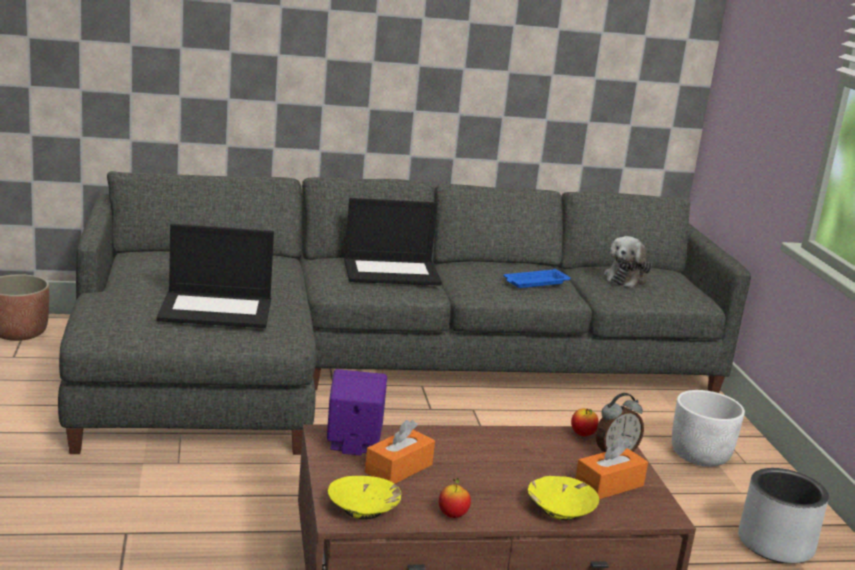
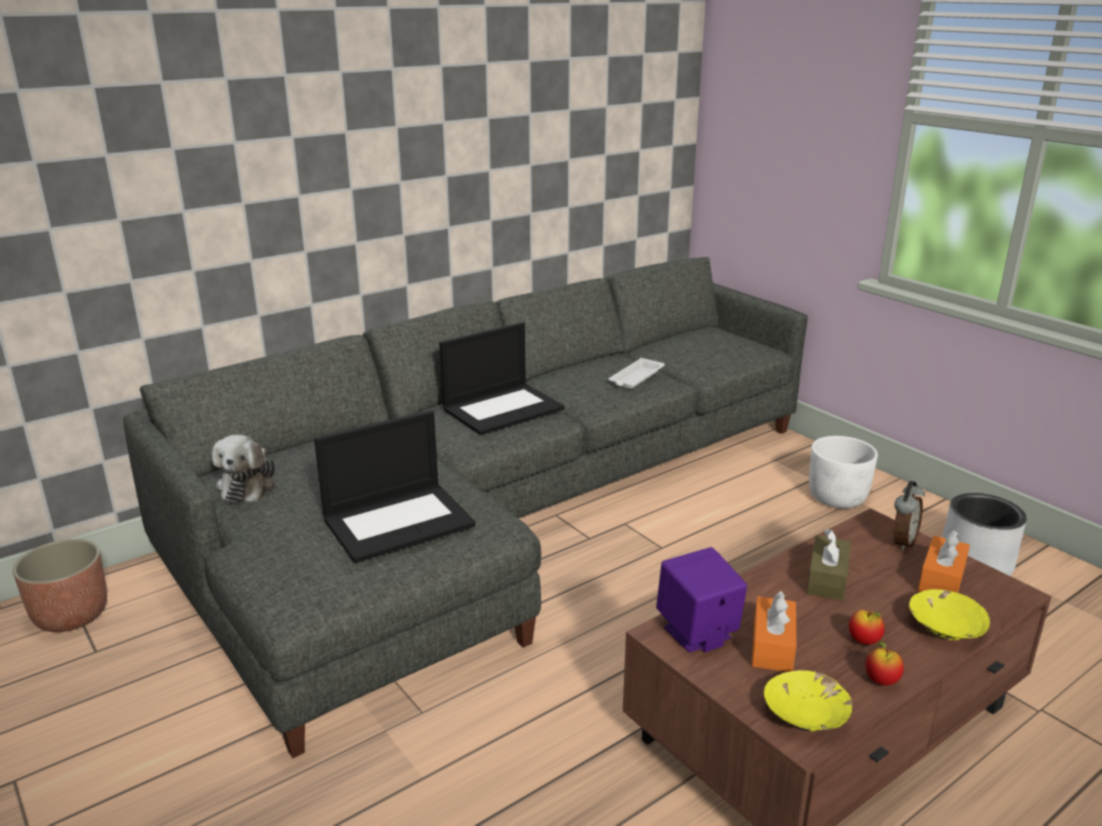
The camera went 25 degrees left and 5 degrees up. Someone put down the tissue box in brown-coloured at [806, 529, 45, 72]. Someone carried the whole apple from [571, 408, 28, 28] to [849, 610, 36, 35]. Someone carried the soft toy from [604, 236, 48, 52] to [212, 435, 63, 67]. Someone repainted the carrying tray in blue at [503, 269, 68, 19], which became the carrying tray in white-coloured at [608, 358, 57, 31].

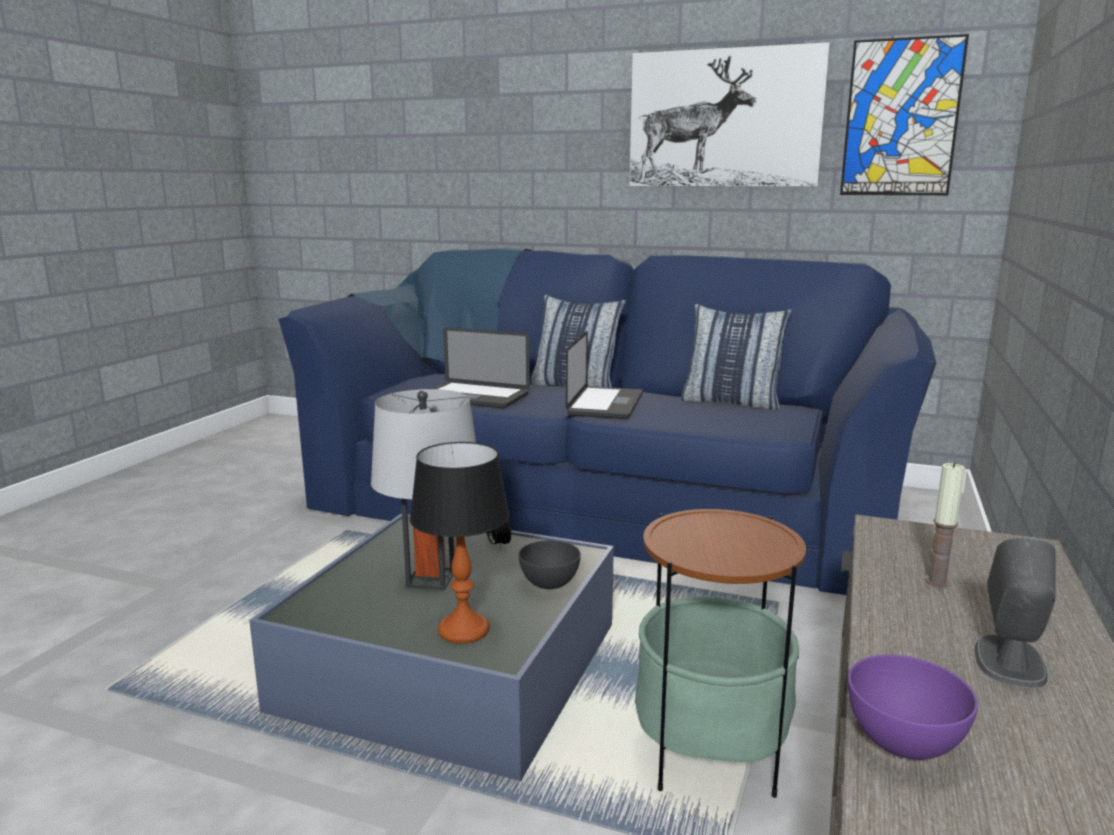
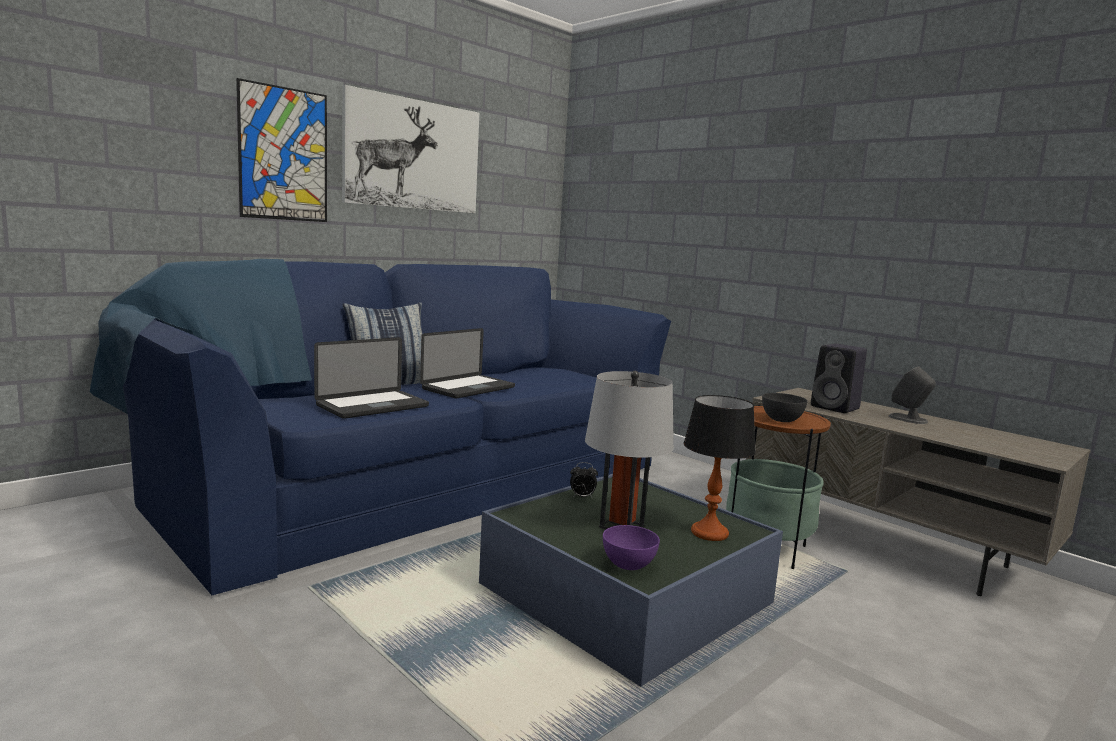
The camera went 65 degrees left and 5 degrees down. Someone took away the cushion at [681, 304, 111, 106]. Someone carried the bowl in gray from [519, 540, 62, 49] to [762, 393, 46, 29]. Someone carried the wall picture from [840, 34, 129, 161] to [236, 78, 91, 144]. Someone carried the bowl in purple from [848, 655, 130, 105] to [603, 525, 57, 45]. Someone swapped the wax light at [926, 462, 39, 126] for the speaker in black-coloured at [811, 344, 56, 69]. Someone rotated the portable computer at [566, 331, 77, 88] by 90 degrees clockwise.

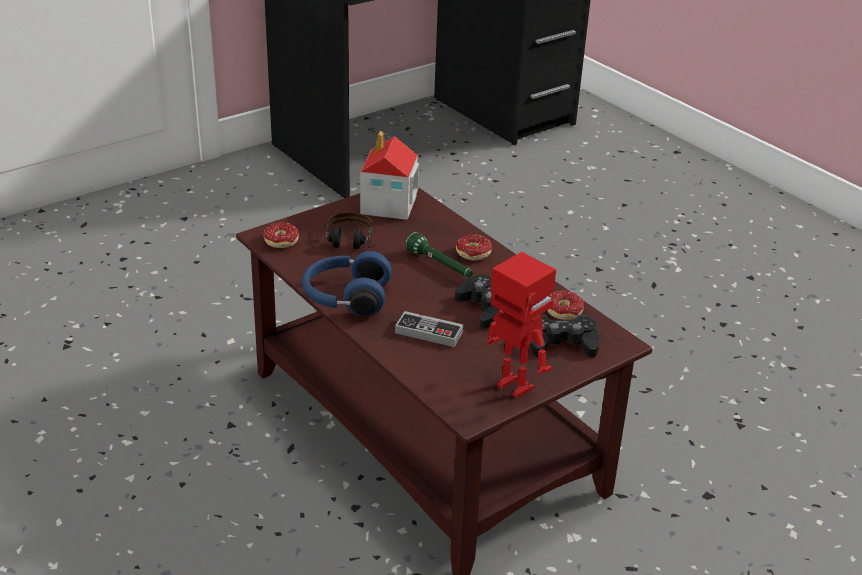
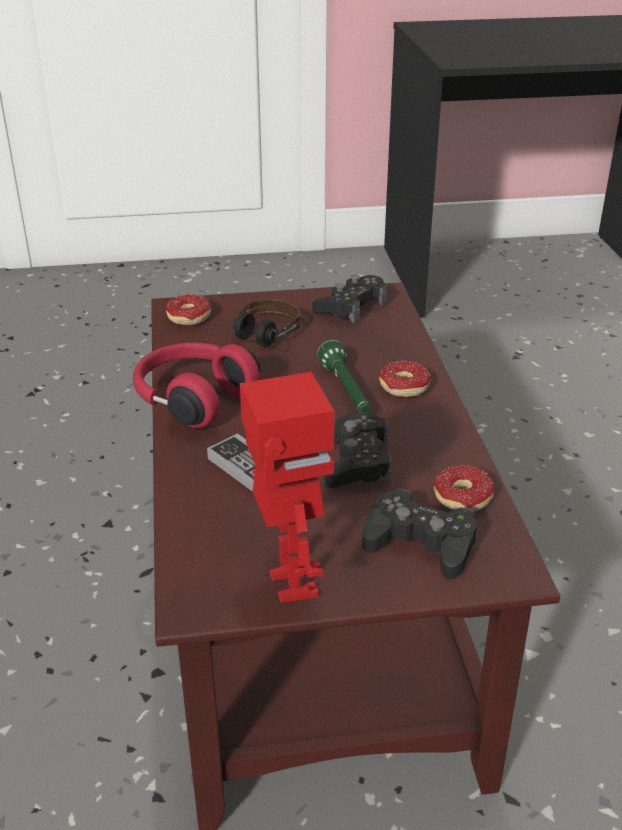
The camera went 30 degrees right and 0 degrees up. Someone swapped the model house at [360, 131, 59, 89] for the joypad in black-coloured at [312, 275, 75, 49]. Someone repainted the pair of headphones in blue at [302, 251, 90, 65], which became the pair of headphones in red-coloured at [133, 343, 127, 85].

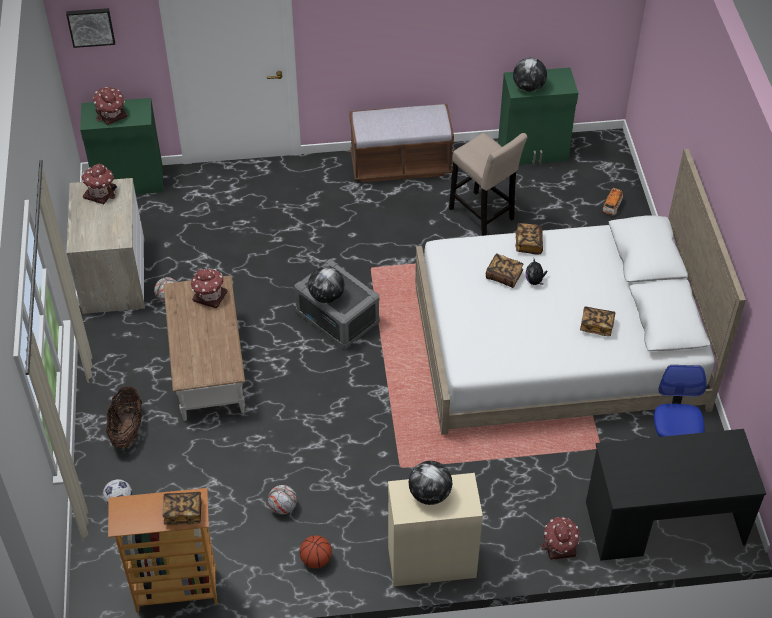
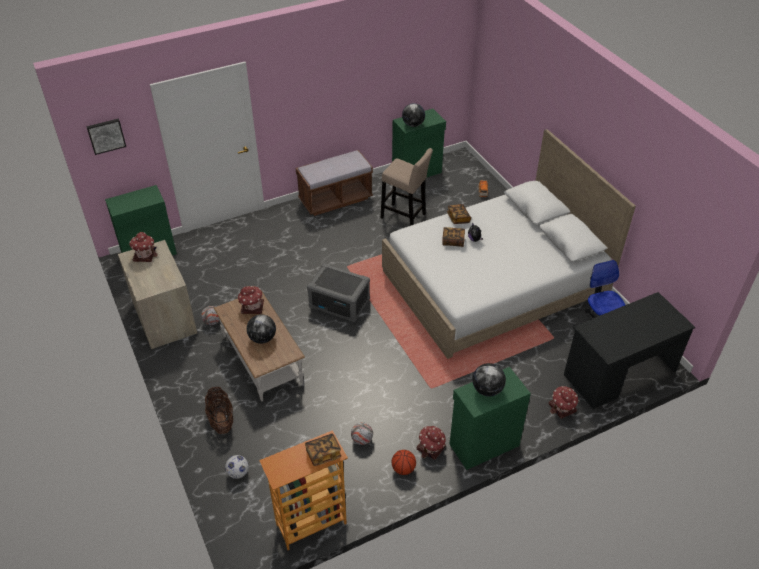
The camera went 20 degrees left and 5 degrees down. Someone took away the book at [580, 306, 35, 30]. Someone carried the model house from [93, 87, 34, 38] to [416, 426, 30, 34]. Someone carried the globe from [308, 266, 37, 37] to [247, 314, 29, 30]. Someone repainted the cupboard in beige at [388, 473, 95, 113], which became the cupboard in green-coloured at [449, 367, 82, 103].

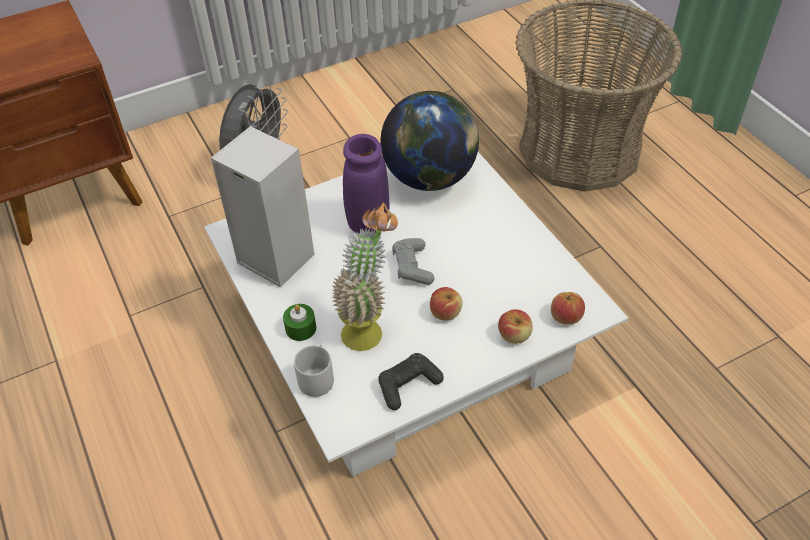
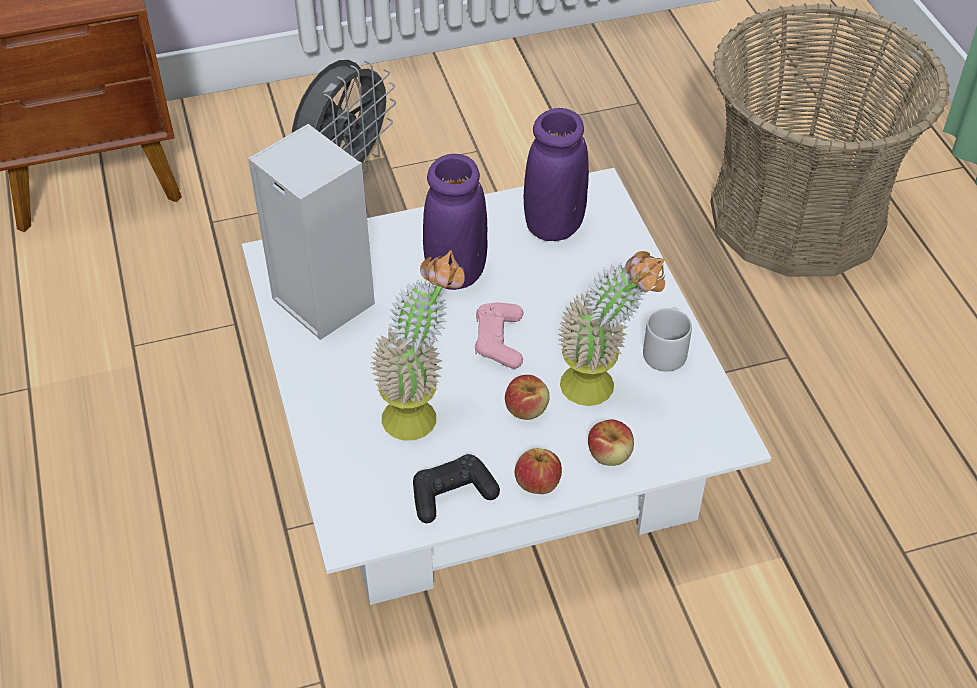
The camera went 10 degrees right and 0 degrees up. Someone took away the wax light in green-coloured at [283, 304, 33, 37]. Someone put down the potted plant at [558, 251, 107, 155]. Someone carried the mug in gray from [294, 343, 40, 54] to [643, 307, 49, 65]. Someone carried the whole apple from [551, 292, 34, 32] to [515, 448, 47, 46]. Someone swapped the globe at [380, 91, 99, 100] for the flower vase in purple at [524, 108, 65, 133]. Someone repainted the joypad in gray at [392, 238, 43, 47], which became the joypad in pink at [475, 302, 48, 67].

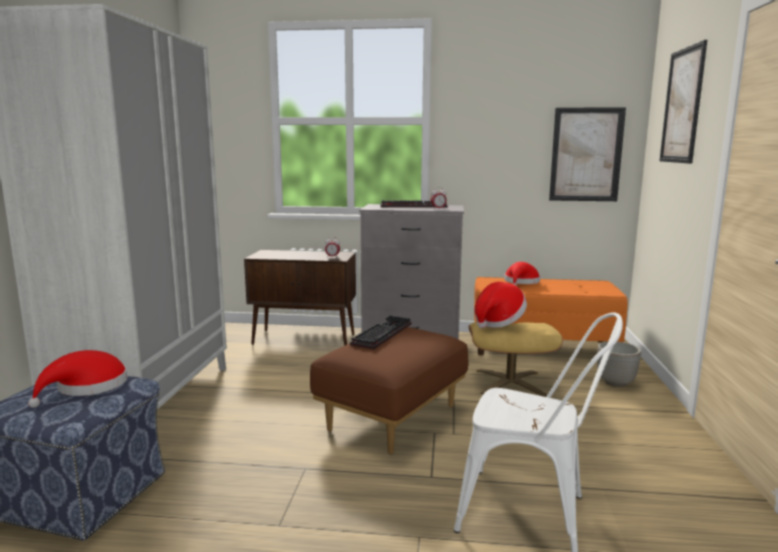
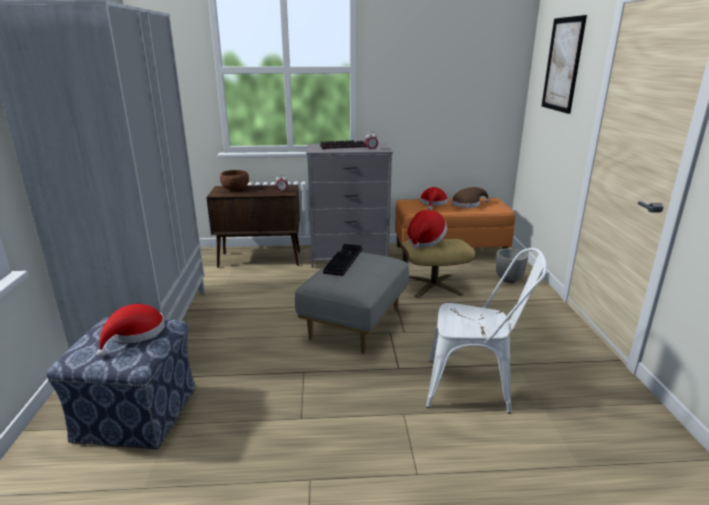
The camera went 10 degrees left and 10 degrees up. Someone took away the wall picture at [549, 107, 77, 94]. Someone put down the bowl in brown-coloured at [220, 170, 29, 20]. Someone put down the clothing hat in brown-coloured at [452, 187, 38, 21]. Someone repainted the footrest in brown-coloured at [310, 327, 158, 127], which became the footrest in gray at [295, 252, 114, 102].

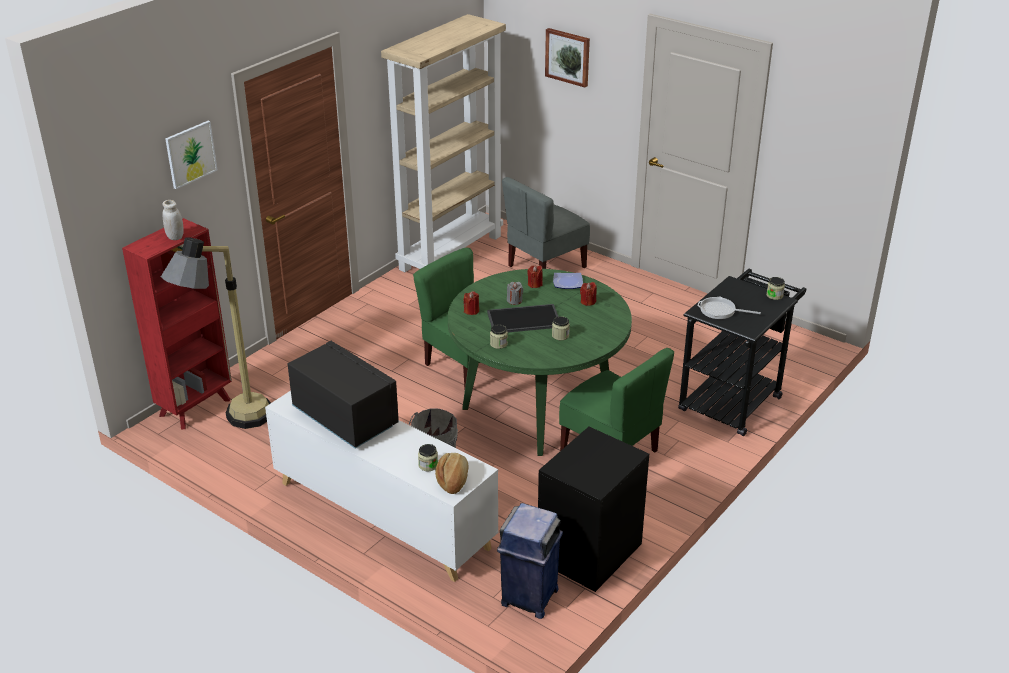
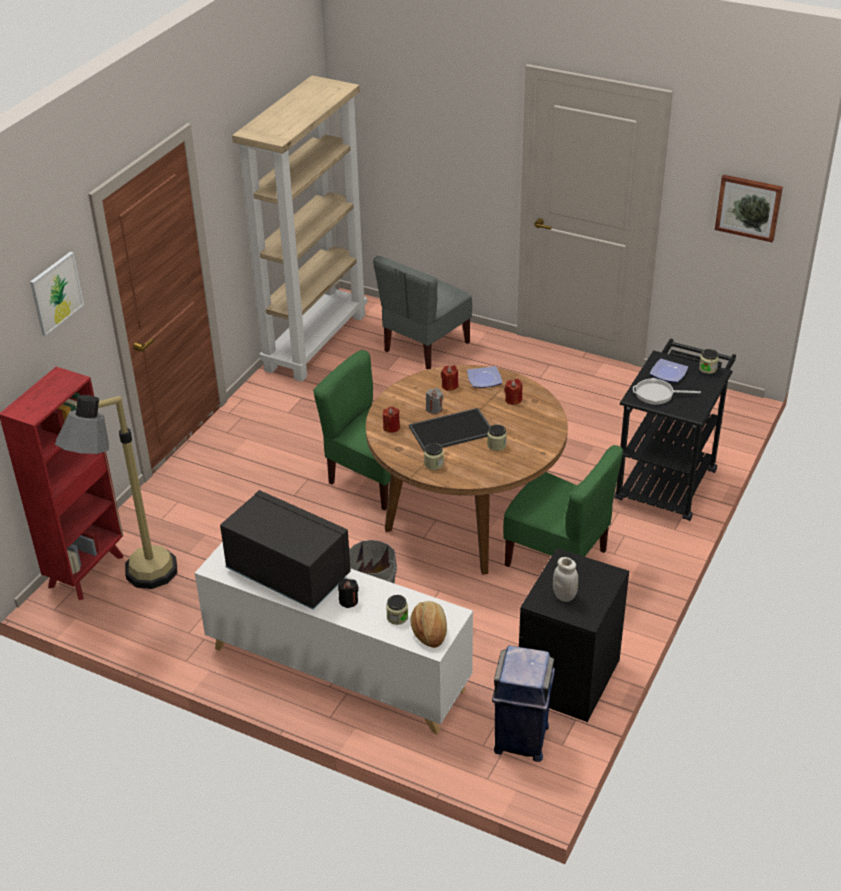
The camera went 10 degrees left and 5 degrees up. Someone put down the wax light in black-coloured at [338, 578, 21, 30]. Someone put down the plate at [649, 359, 39, 24]. Someone carried the preserve jar in white-coloured from [162, 200, 22, 40] to [553, 557, 25, 45]. Someone carried the wall picture from [545, 28, 45, 59] to [715, 175, 68, 68]. Someone repainted the kitchen table in green-coloured at [448, 269, 184, 187], which became the kitchen table in brown-coloured at [366, 365, 202, 210].

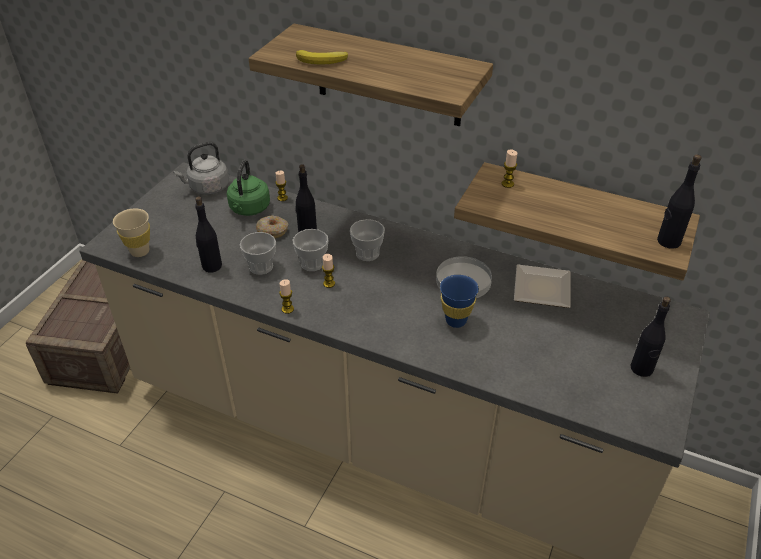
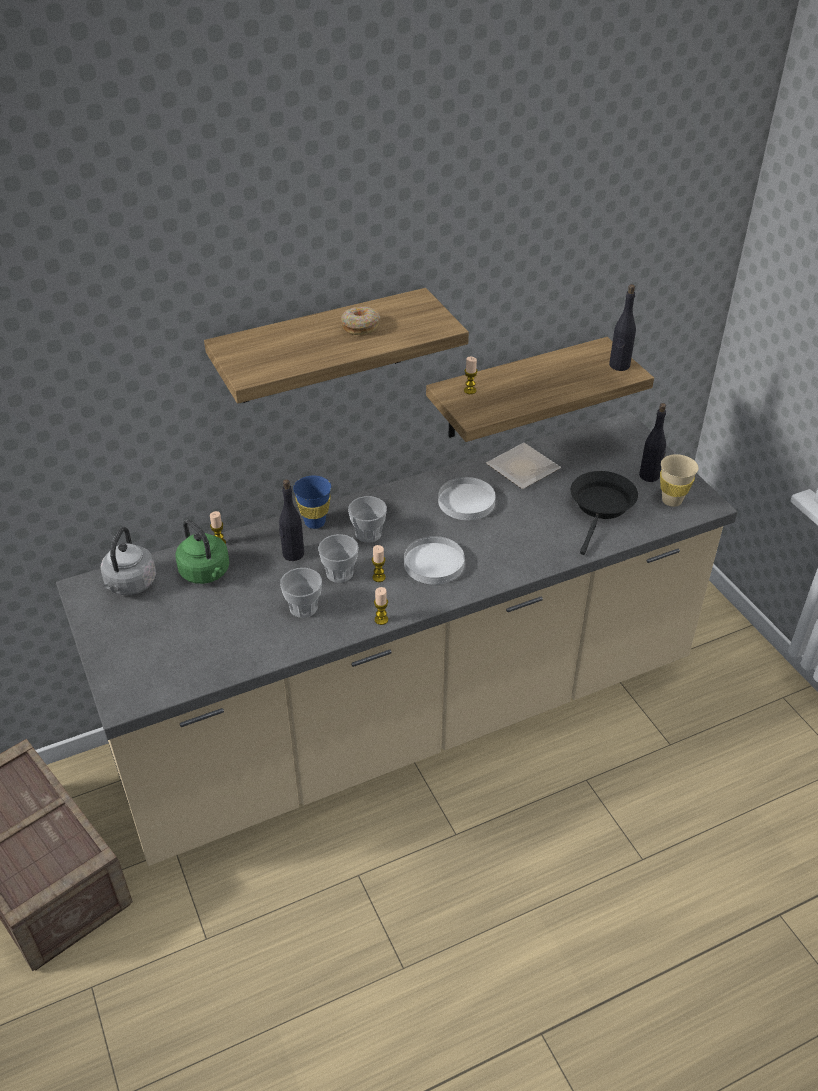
The camera went 50 degrees left and 0 degrees up. Someone took away the beverage bottle in black-coloured at [195, 197, 27, 76]. Someone took away the whole banana at [296, 50, 52, 15]. Someone put down the plate in white-coloured at [404, 536, 61, 49]. Someone put down the pan in black-coloured at [571, 471, 67, 84]. Someone carried the small cup in beige from [113, 208, 37, 49] to [660, 454, 38, 53]. Someone carried the ring doughnut from [256, 215, 32, 24] to [341, 307, 39, 28]. Someone carried the small cup in blue from [440, 275, 39, 53] to [293, 476, 38, 53].

